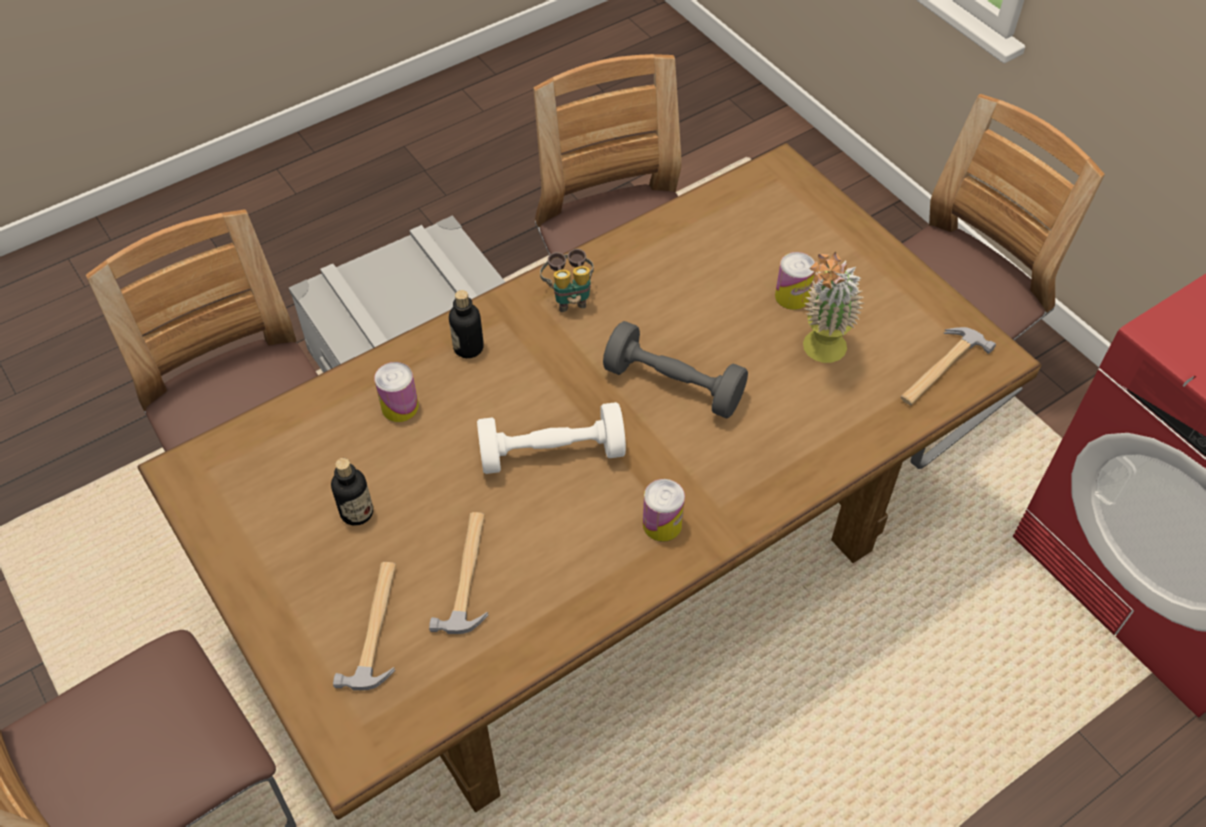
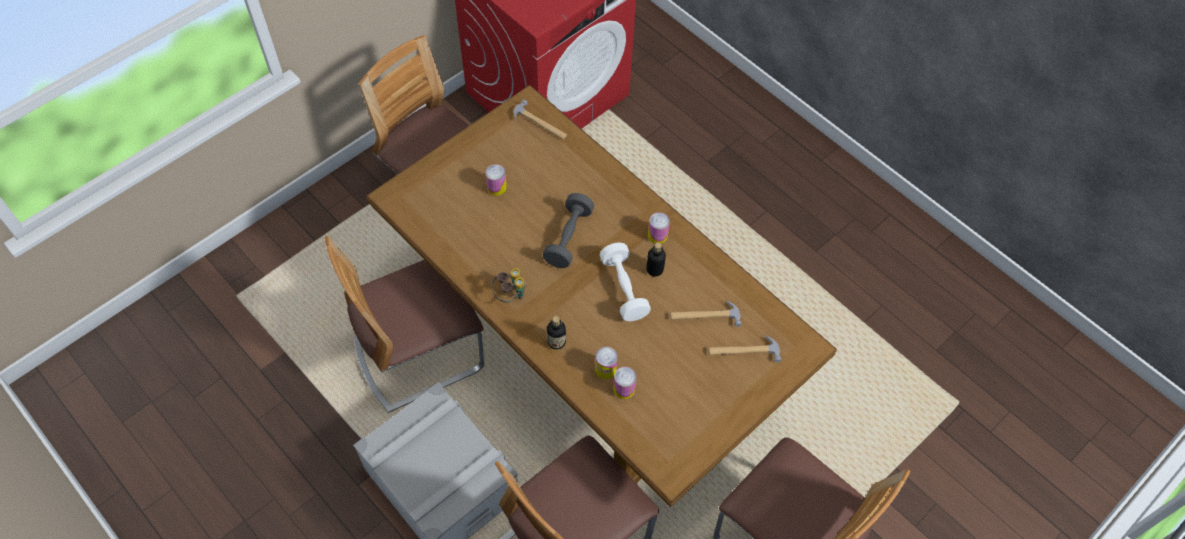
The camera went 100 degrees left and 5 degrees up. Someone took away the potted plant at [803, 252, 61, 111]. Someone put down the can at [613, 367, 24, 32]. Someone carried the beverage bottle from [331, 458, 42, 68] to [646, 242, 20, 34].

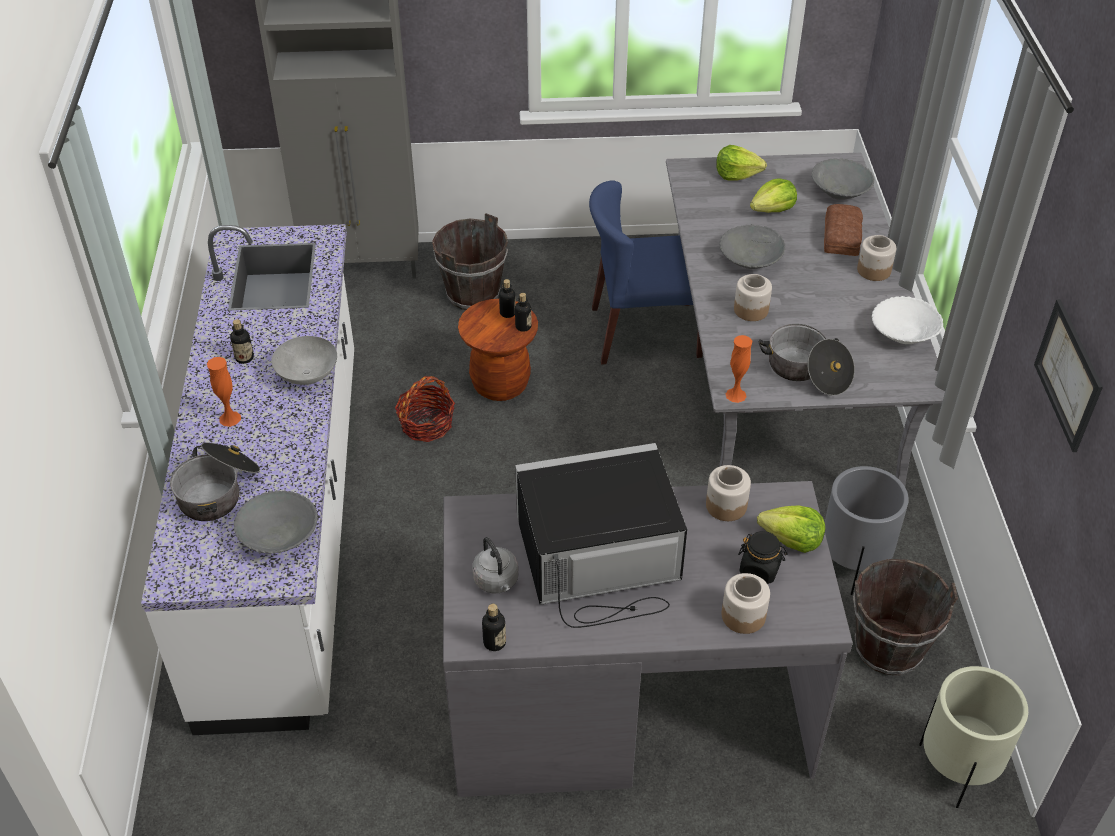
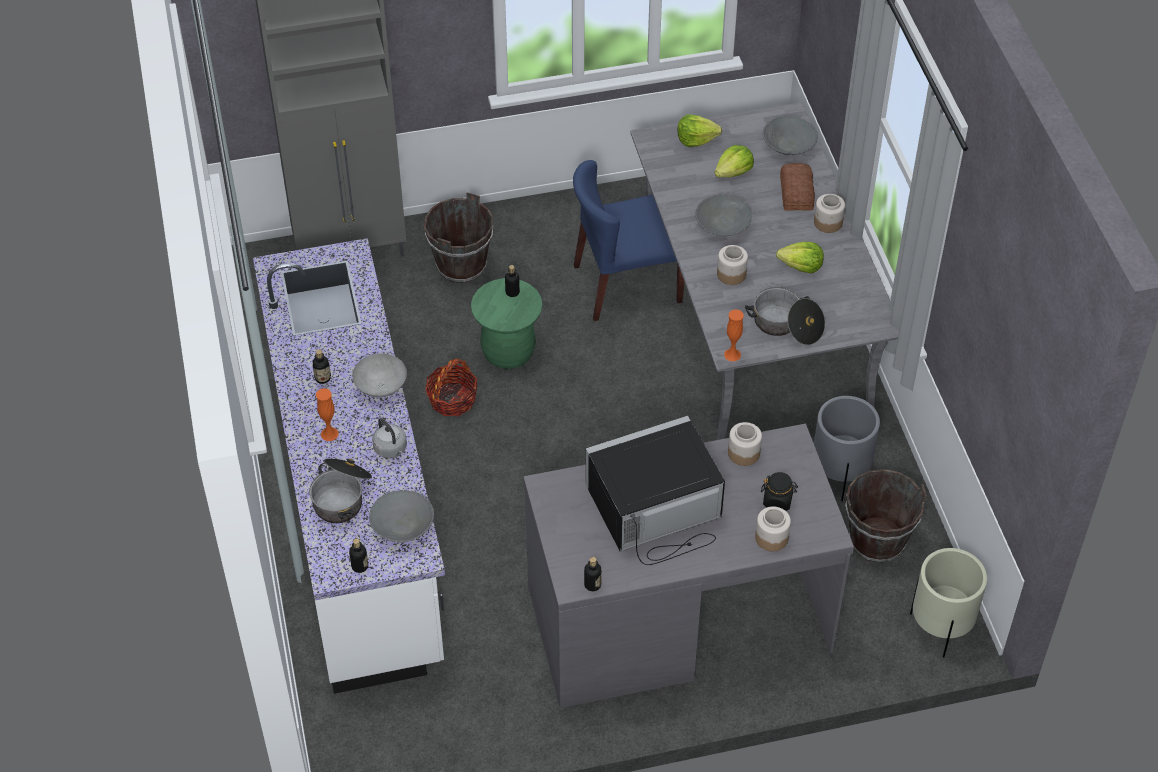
The camera went 10 degrees left and 5 degrees up. Someone took away the bowl in white-coloured at [872, 296, 71, 48]. Someone took away the wall picture at [1034, 299, 69, 153]. Someone carried the water kettle in gray from [472, 537, 46, 56] to [372, 418, 35, 40]. Someone carried the beverage bottle from [515, 293, 17, 39] to [349, 538, 19, 35]. Someone carried the lettuce head from [757, 506, 68, 47] to [776, 242, 48, 32]. Someone repainted the sitting stool in brown-coloured at [458, 299, 80, 102], which became the sitting stool in green-coloured at [471, 278, 71, 91].

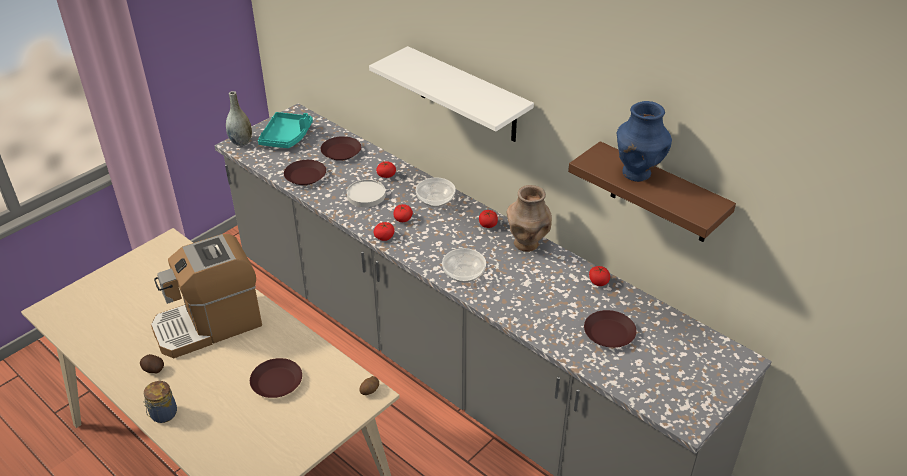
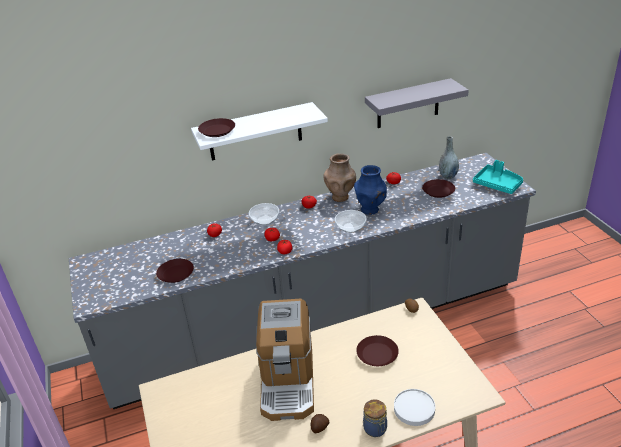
The camera went 60 degrees left and 5 degrees down. Someone carried the flower vase in gray from [226, 91, 26, 55] to [439, 136, 20, 43]. Someone carried the carrying tray in turquoise-coloured from [258, 112, 55, 36] to [473, 160, 50, 34]. Someone carried the plate in brown-coloured from [320, 136, 41, 25] to [198, 118, 37, 19]. Someone carried the plate in white-coloured from [347, 179, 39, 28] to [394, 389, 41, 37]. Someone carried the flower vase in blue from [617, 101, 55, 81] to [354, 165, 33, 50]. Someone repainted the wall shelf in brown-coloured at [568, 141, 168, 101], which became the wall shelf in gray at [365, 78, 104, 50].

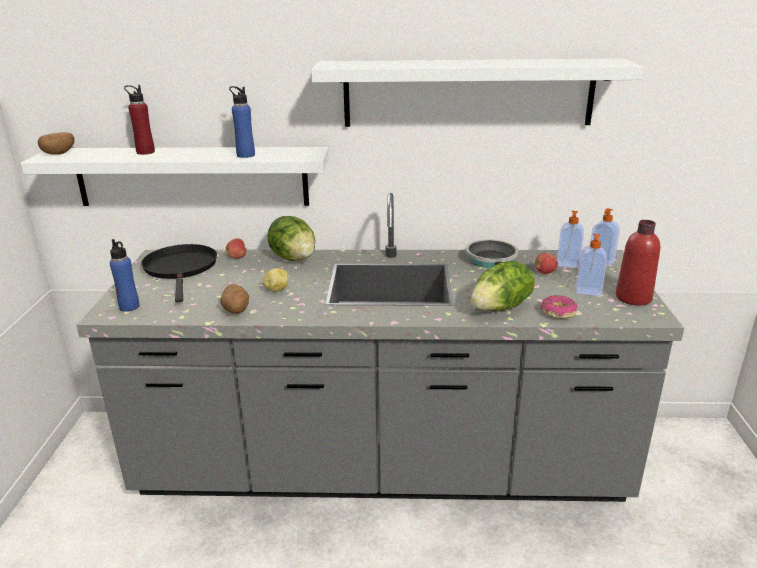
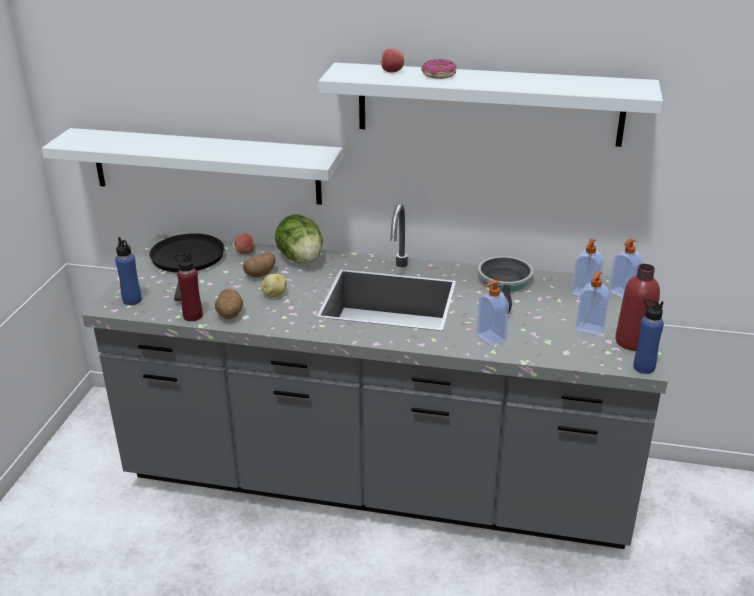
The camera went 10 degrees right and 5 degrees up. Someone carried the potato from [38, 132, 36, 23] to [243, 253, 33, 25]. Someone carried the beverage bottle in red-coloured from [124, 85, 31, 70] to [174, 252, 29, 69]. Someone carried the beverage bottle in blue from [229, 86, 26, 72] to [633, 298, 31, 76]. Someone carried the whole apple from [535, 253, 23, 21] to [380, 48, 24, 25]. Someone carried the ring doughnut from [540, 295, 37, 24] to [421, 59, 36, 20]. Someone swapped the lettuce head at [471, 261, 64, 50] for the soap bottle at [477, 280, 32, 66].

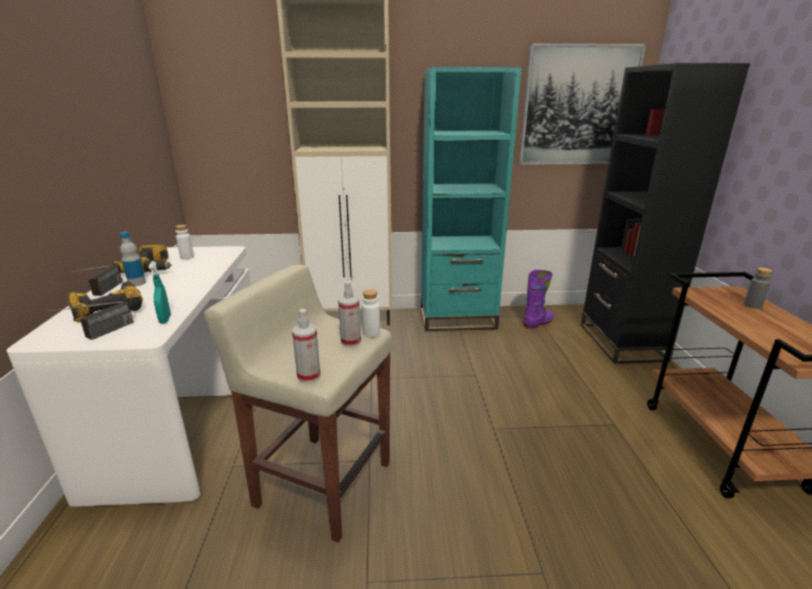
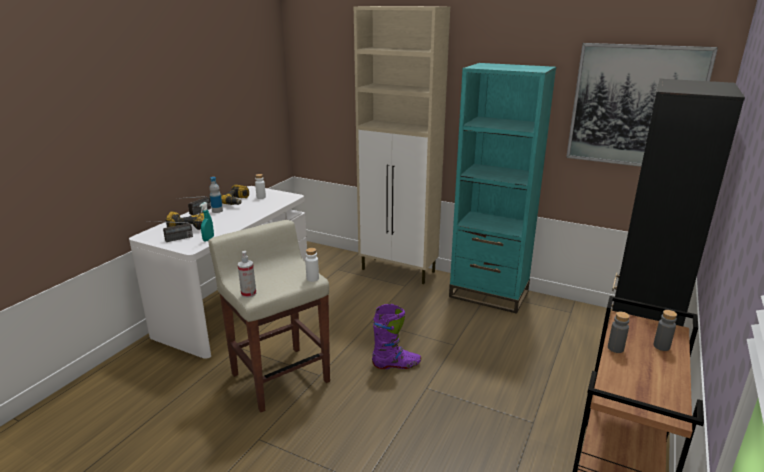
The camera went 30 degrees right and 0 degrees up. Someone took away the spray bottle at [338, 281, 23, 66]. Someone put down the beverage bottle in gray at [608, 312, 22, 41]. Someone carried the boot in purple from [524, 270, 30, 59] to [372, 304, 49, 65].

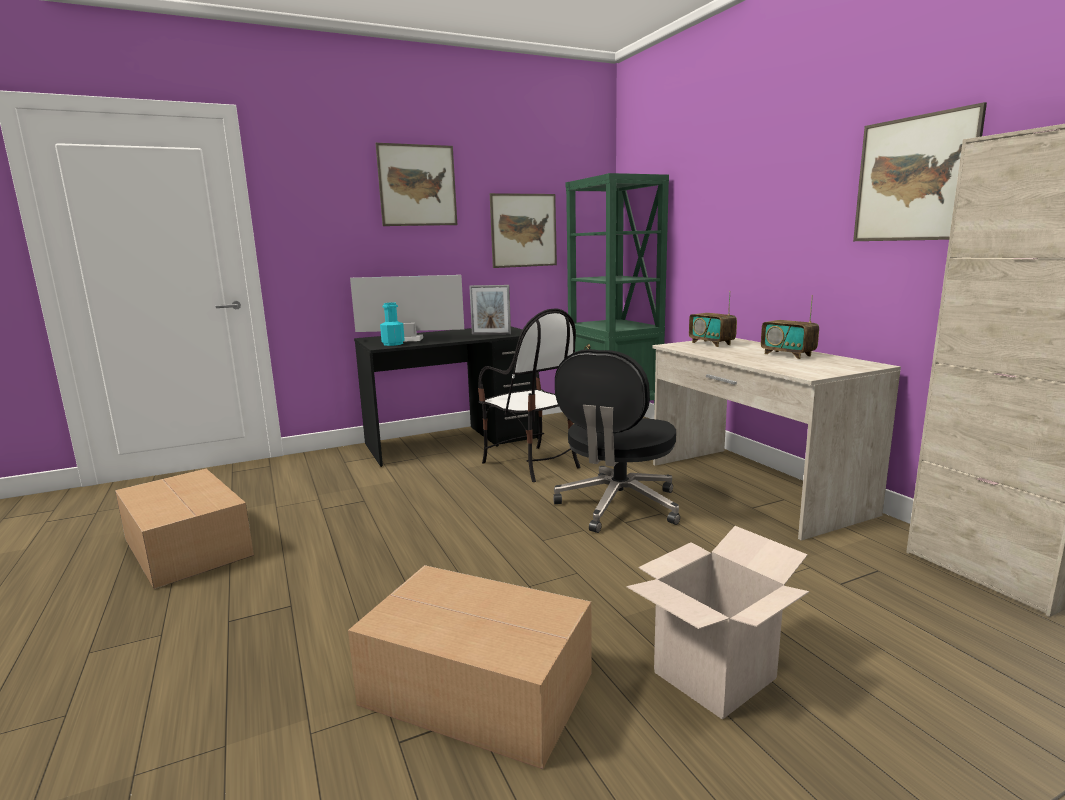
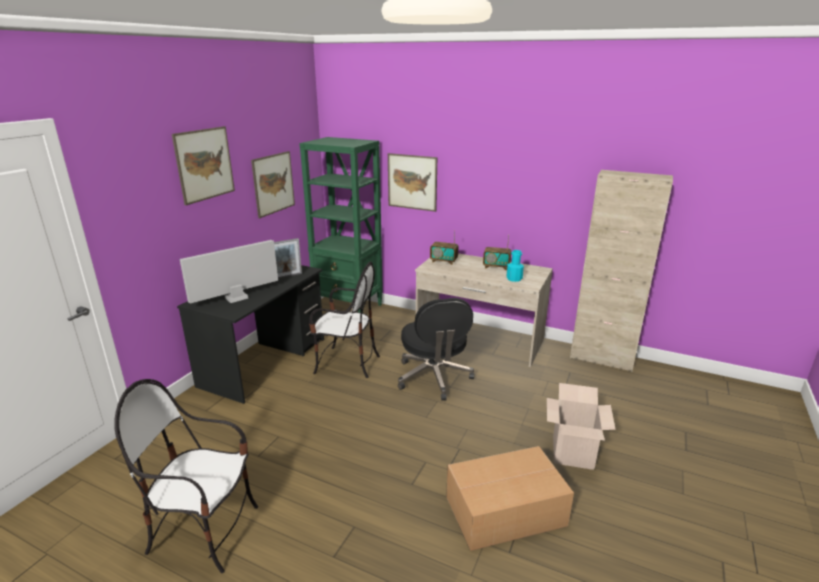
The camera went 40 degrees left and 10 degrees up. Someone carried the beverage bottle in turquoise-coloured from [380, 302, 25, 44] to [507, 250, 17, 32]. Someone carried the wall picture from [853, 102, 134, 139] to [388, 153, 49, 59]. Someone swapped the carton at [115, 469, 139, 120] for the plain chair at [114, 379, 144, 194].

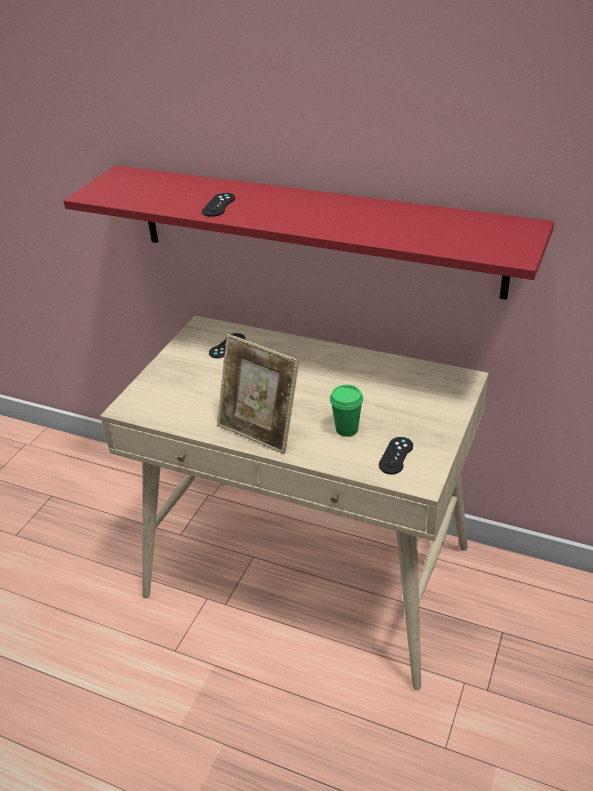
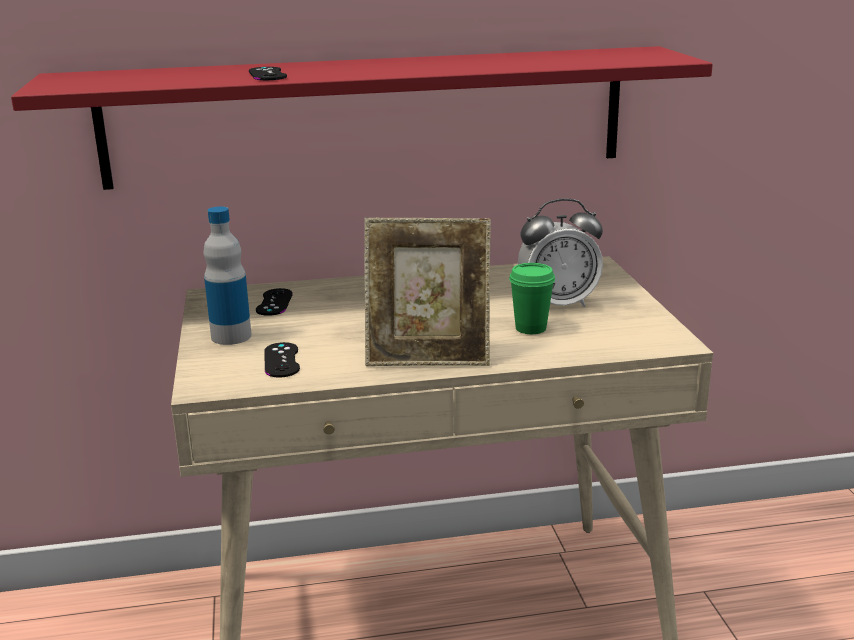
The camera went 35 degrees left and 15 degrees down. Someone put down the beverage bottle at [204, 207, 48, 138]. Someone put down the table clock at [518, 198, 85, 109]. Someone carried the joypad in black-coloured from [379, 437, 34, 37] to [264, 342, 36, 36].

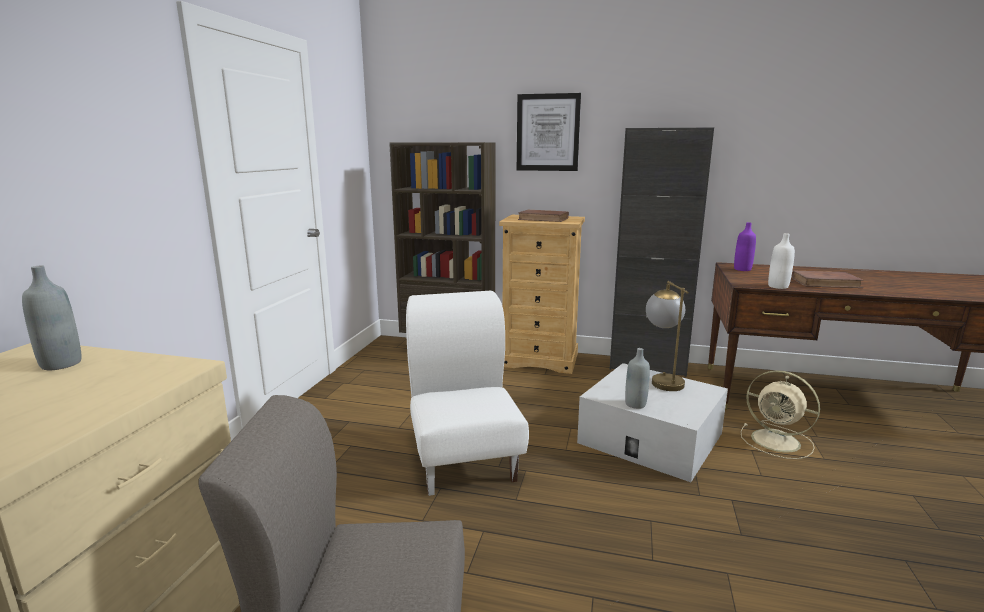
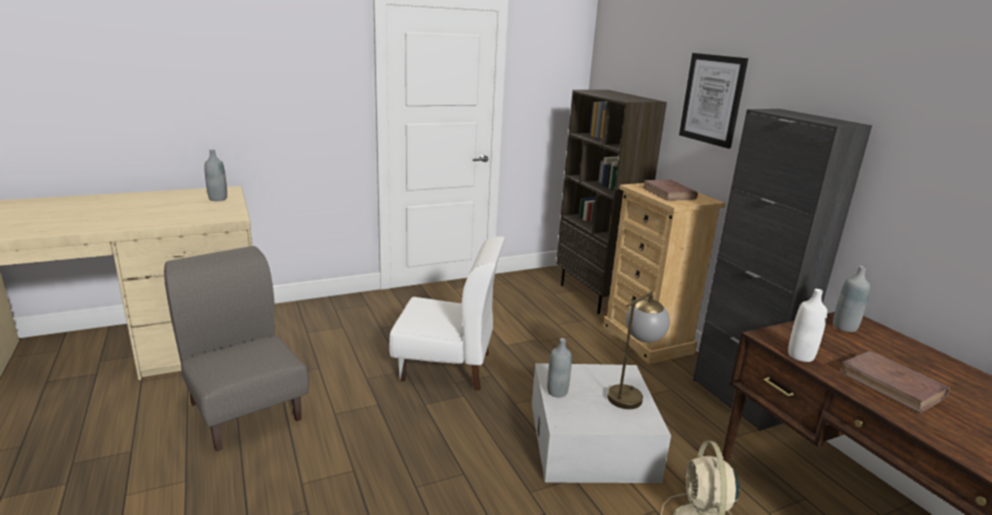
The camera went 50 degrees right and 5 degrees up. Someone repainted the beverage bottle in purple at [734, 222, 22, 49], which became the beverage bottle in gray at [833, 266, 37, 66]. Someone rotated the plain chair in white-coloured at [406, 291, 123, 205] by 60 degrees clockwise.

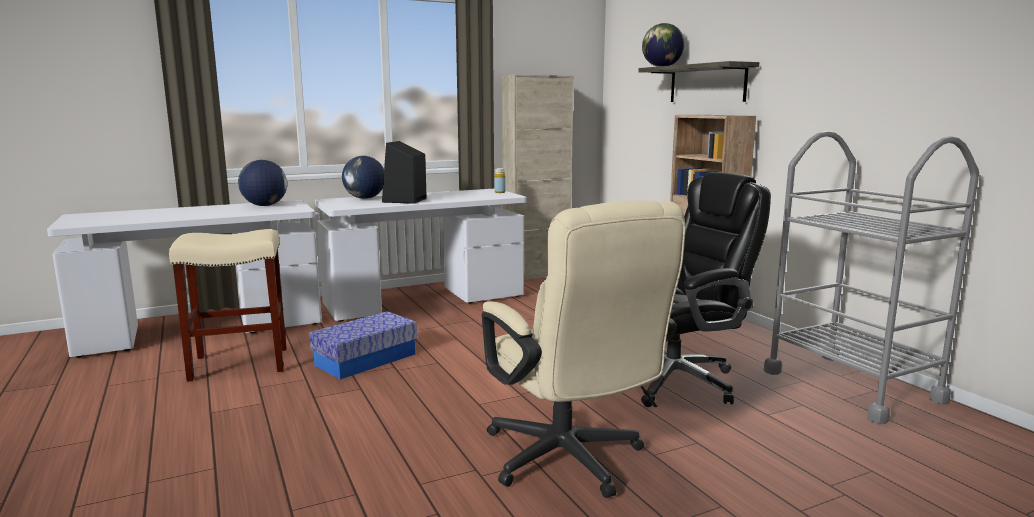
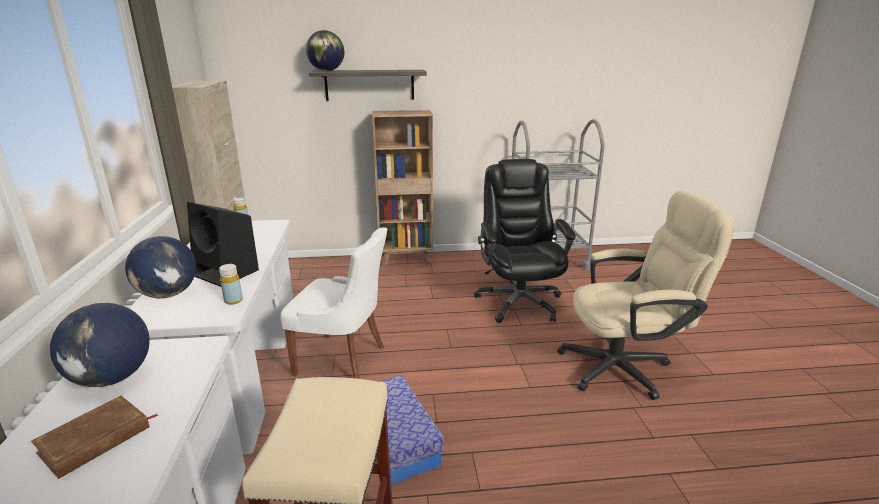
The camera went 70 degrees left and 10 degrees up. Someone put down the book in brown-coloured at [31, 396, 127, 83]. Someone put down the beverage bottle in yellow at [219, 264, 24, 41]. Someone put down the plain chair in white-coloured at [280, 227, 107, 152].

